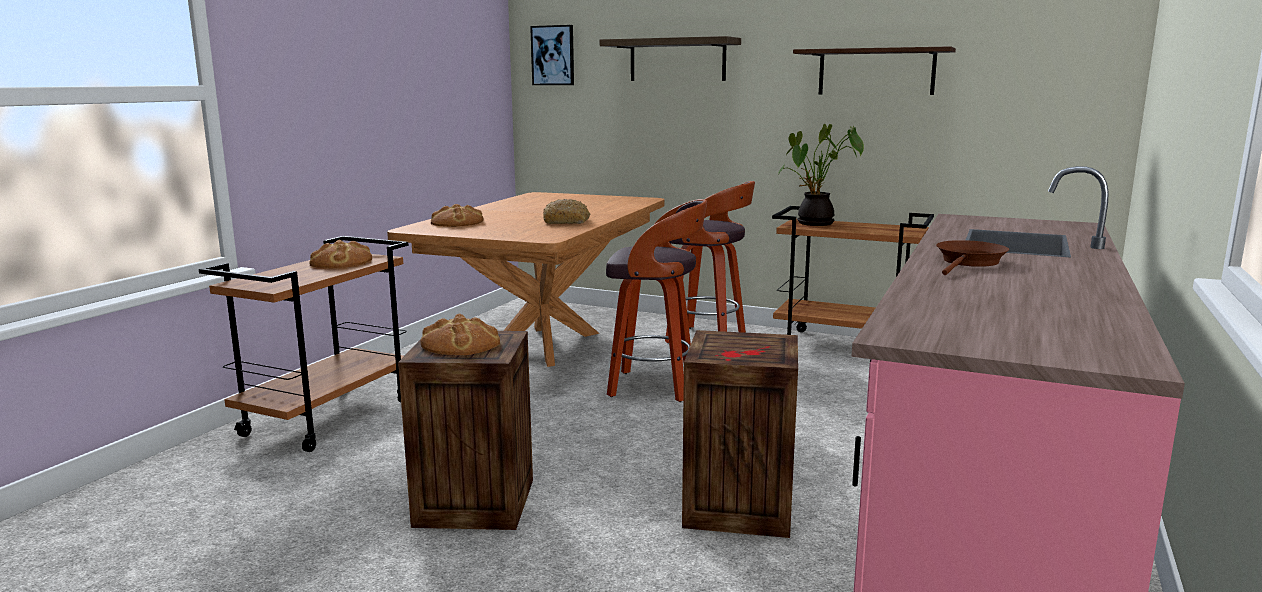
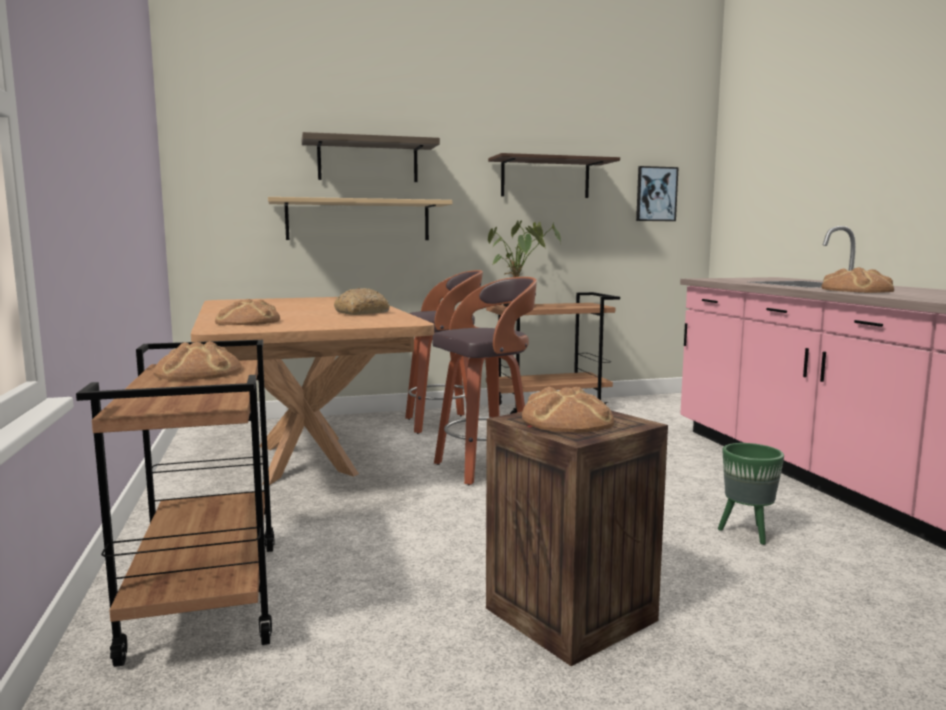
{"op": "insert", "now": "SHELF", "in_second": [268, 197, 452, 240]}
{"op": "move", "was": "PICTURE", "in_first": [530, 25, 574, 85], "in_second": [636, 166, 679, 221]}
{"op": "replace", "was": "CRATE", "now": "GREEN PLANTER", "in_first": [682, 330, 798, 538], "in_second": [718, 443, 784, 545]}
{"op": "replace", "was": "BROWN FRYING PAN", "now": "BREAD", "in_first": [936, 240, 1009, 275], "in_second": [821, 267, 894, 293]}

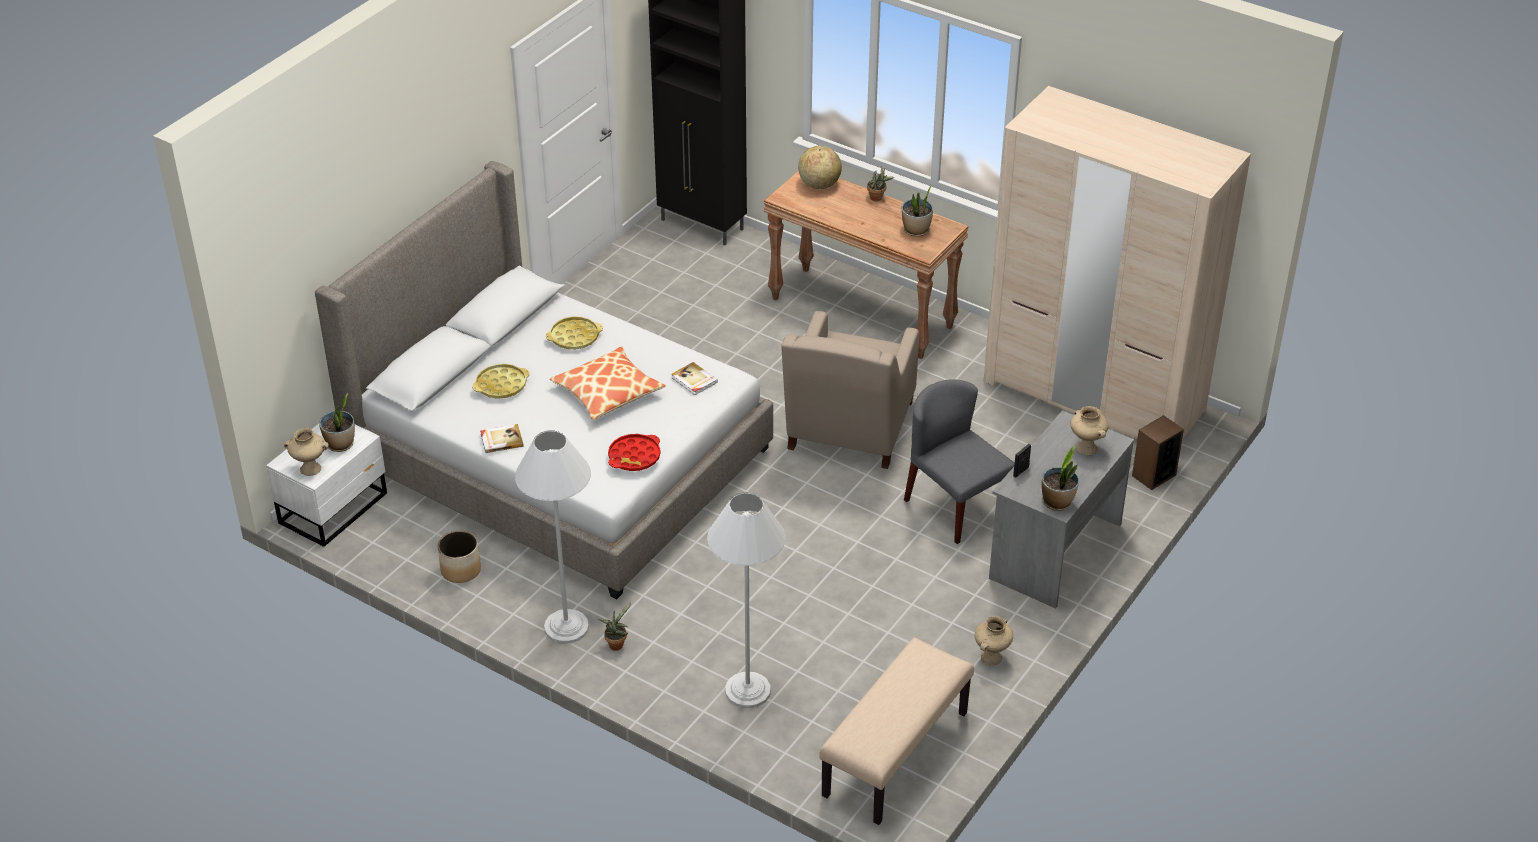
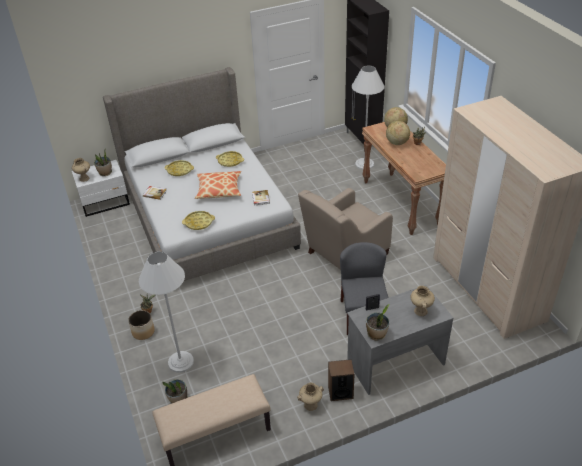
{"op": "insert", "now": "GLOBE", "in_second": [386, 121, 410, 145]}
{"op": "move", "was": "PLANTER", "in_first": [438, 531, 481, 583], "in_second": [128, 310, 155, 340]}
{"op": "move", "was": "WHITE FLOOR LAMP", "in_first": [515, 430, 591, 644], "in_second": [352, 66, 384, 170]}
{"op": "move", "was": "POTTED PLANT", "in_first": [902, 185, 933, 237], "in_second": [162, 379, 187, 403]}
{"op": "move", "was": "SPEAKER", "in_first": [1132, 415, 1184, 490], "in_second": [328, 359, 355, 401]}
{"op": "recolor", "was": "RED TRAY", "now": "YELLOW TRAY", "in_first": [608, 434, 661, 471], "in_second": [182, 211, 215, 230]}

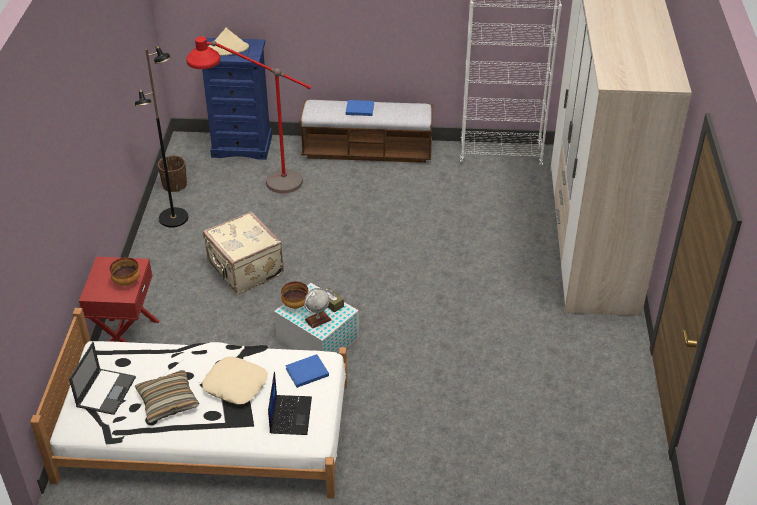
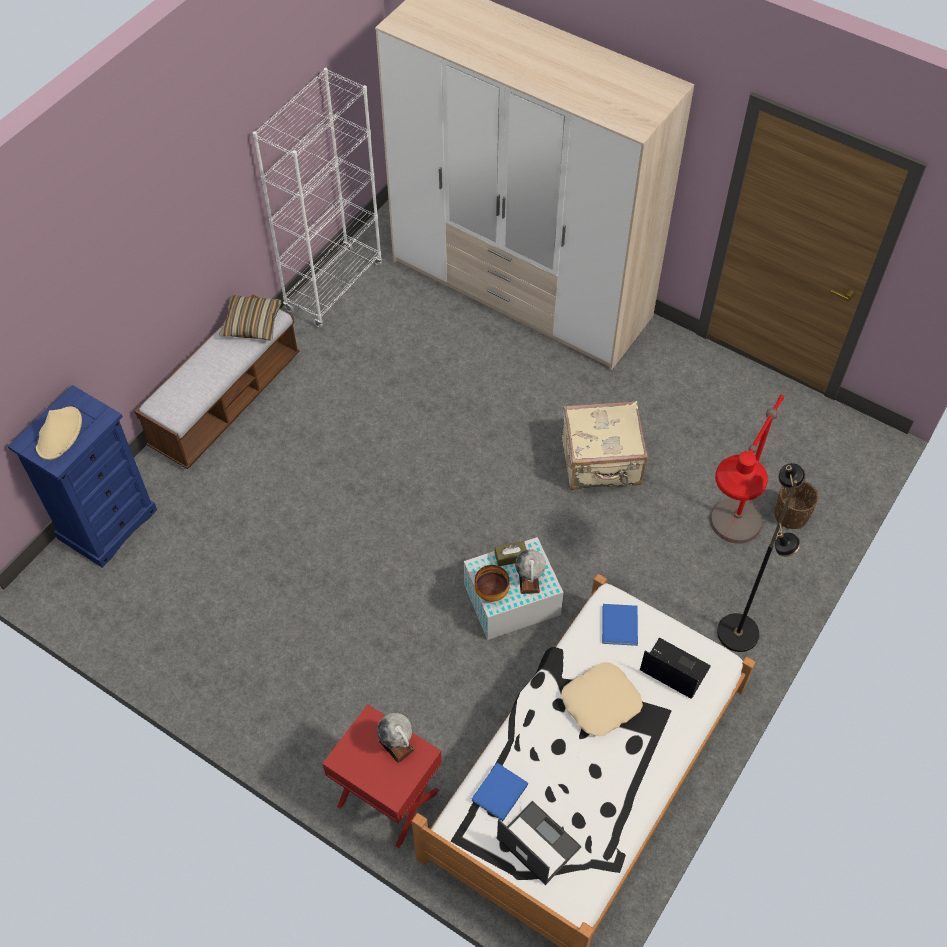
{"op": "move", "was": "BLACK FLOOR LAMP", "in_first": [135, 45, 188, 227], "in_second": [717, 463, 806, 652]}
{"op": "move", "was": "PILLOW", "in_first": [135, 370, 199, 423], "in_second": [220, 295, 281, 341]}
{"op": "move", "was": "BROWN PLANTER", "in_first": [158, 155, 187, 192], "in_second": [775, 481, 818, 529]}
{"op": "move", "was": "RED FLOOR LAMP", "in_first": [186, 36, 311, 193], "in_second": [710, 395, 784, 544]}
{"op": "move", "was": "BEIGE SUITCASE", "in_first": [203, 211, 284, 294], "in_second": [562, 401, 648, 490]}
{"op": "move", "was": "BLUE BOOK", "in_first": [346, 100, 374, 116], "in_second": [471, 763, 528, 821]}
{"op": "replace", "was": "BOWL", "now": "GLOBE", "in_first": [110, 257, 140, 286], "in_second": [377, 713, 415, 763]}

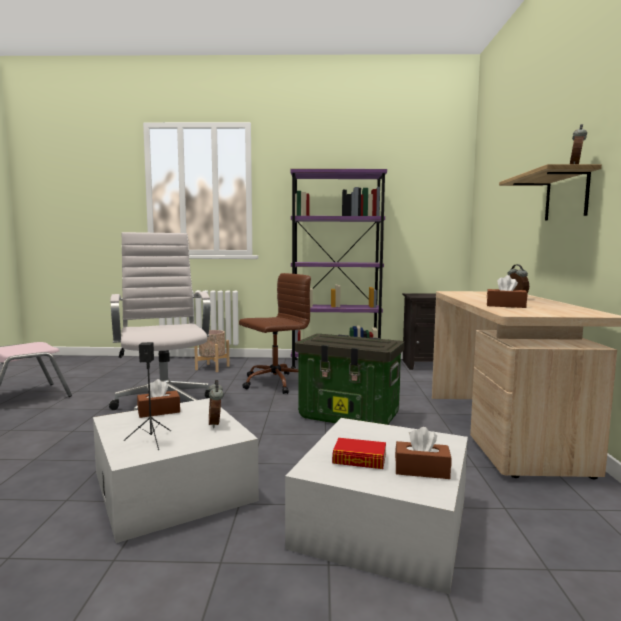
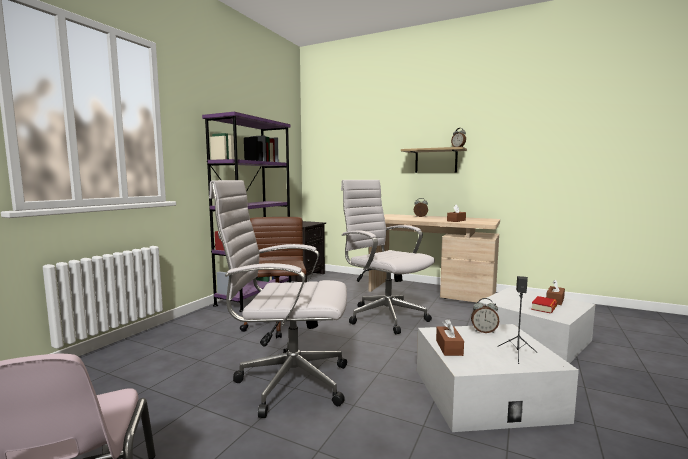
{"op": "delete", "was": "BEIGE PLANTER", "in_first": [194, 330, 230, 372]}
{"op": "replace", "was": "STORAGE BOX", "now": "WHITE OFFICE CHAIR", "in_first": [295, 334, 404, 425], "in_second": [341, 180, 435, 334]}

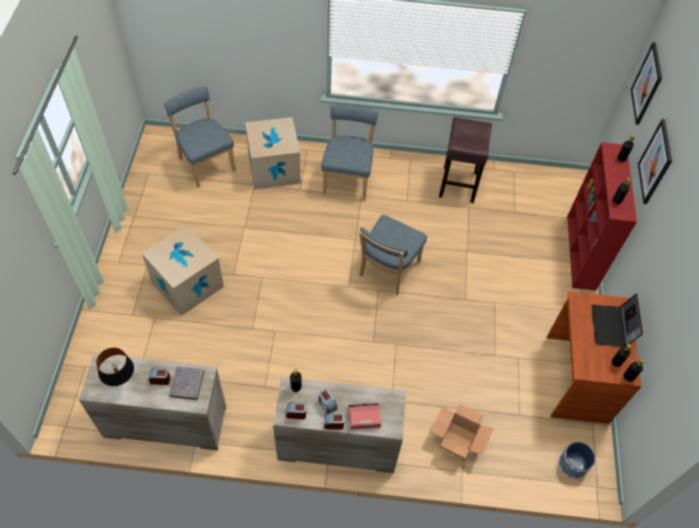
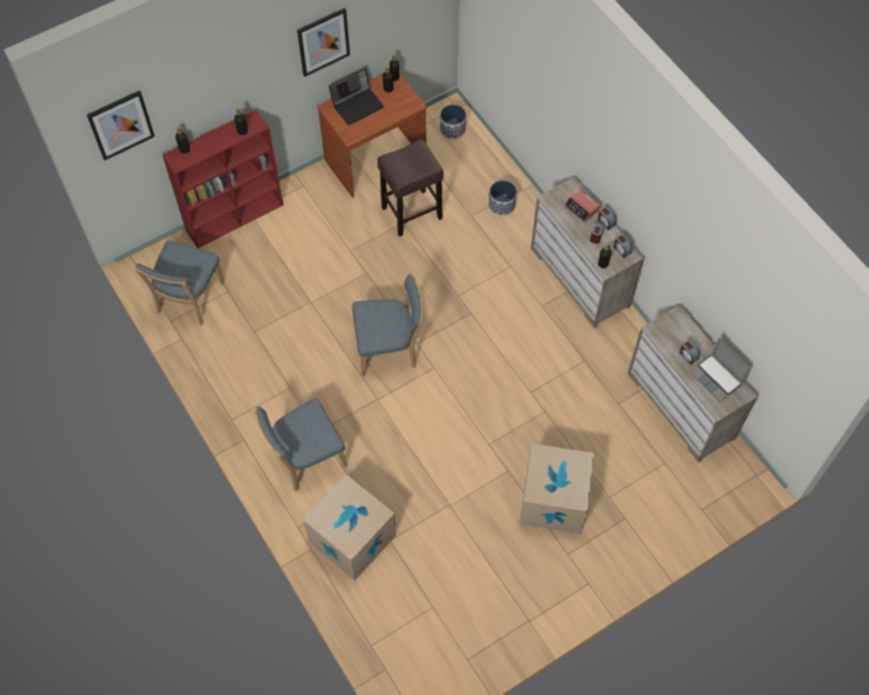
{"op": "delete", "was": "GREY BOOK", "in_first": [169, 366, 204, 400]}
{"op": "move", "was": "BLUE CHAIR", "in_first": [164, 86, 236, 188], "in_second": [135, 241, 225, 325]}
{"op": "move", "was": "BROWN STOOL", "in_first": [439, 117, 492, 203], "in_second": [377, 139, 444, 237]}
{"op": "move", "was": "PICTURE", "in_first": [638, 119, 672, 204], "in_second": [297, 8, 350, 77]}
{"op": "replace", "was": "BLACK TABLE LAMP", "now": "LAPTOP", "in_first": [96, 348, 134, 386], "in_second": [689, 338, 751, 402]}
{"op": "replace", "was": "CARDBOARD BOX", "now": "PLANTER", "in_first": [431, 404, 493, 459], "in_second": [489, 180, 517, 216]}

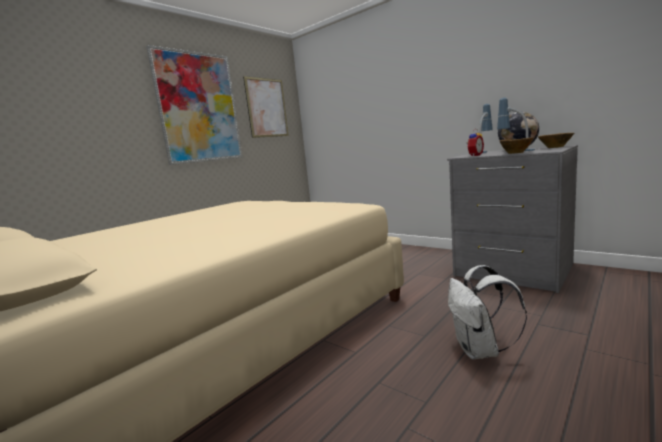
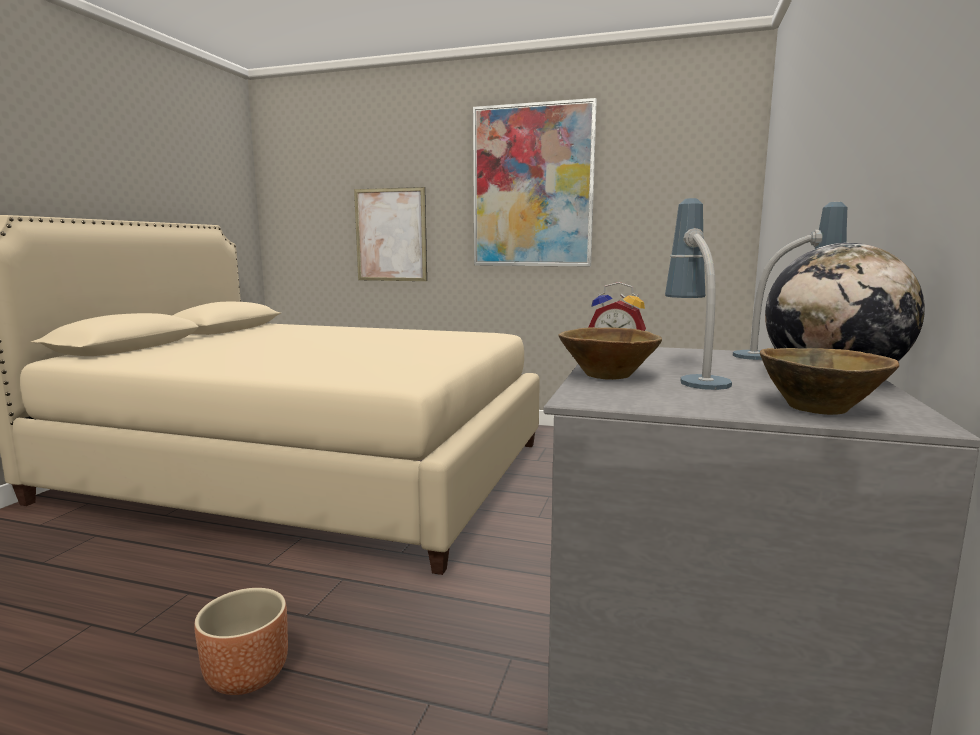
{"op": "move", "was": "PICTURE", "in_first": [243, 76, 289, 138], "in_second": [354, 187, 427, 281]}
{"op": "replace", "was": "WHITE BACKPACK", "now": "BROWN PLANTER", "in_first": [448, 265, 527, 360], "in_second": [194, 588, 288, 695]}

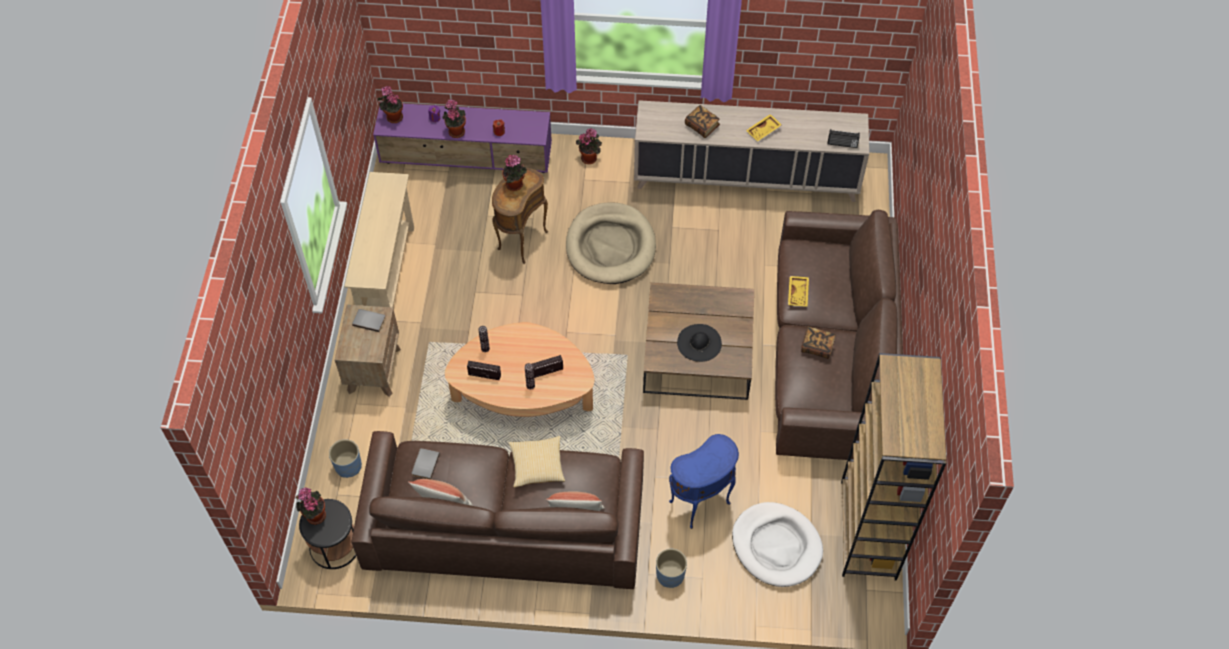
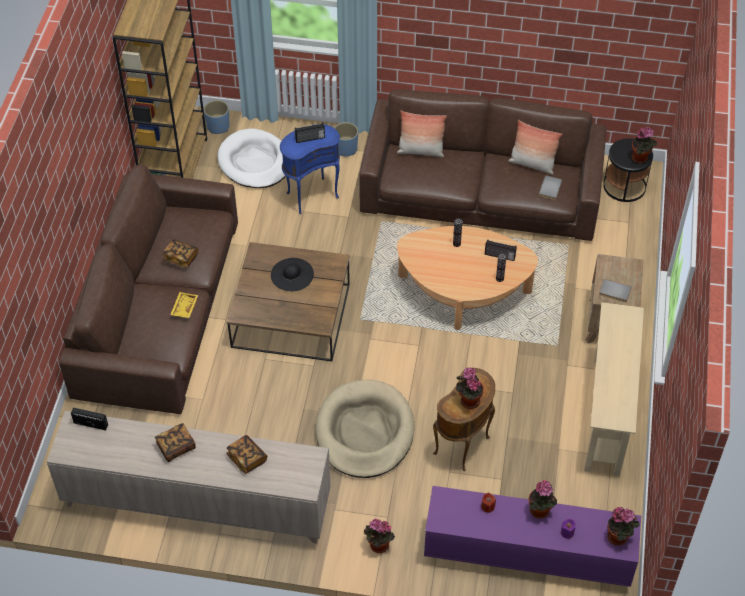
{"op": "delete", "was": "PILLOW", "in_first": [508, 436, 565, 488]}
{"op": "move", "was": "BLUE PLANTER", "in_first": [329, 439, 362, 478], "in_second": [204, 100, 230, 134]}
{"op": "move", "was": "RADIO", "in_first": [532, 355, 563, 378], "in_second": [295, 123, 325, 143]}
{"op": "replace", "was": "YELLOW TRAY", "now": "BOOK", "in_first": [746, 114, 781, 142], "in_second": [155, 423, 196, 462]}

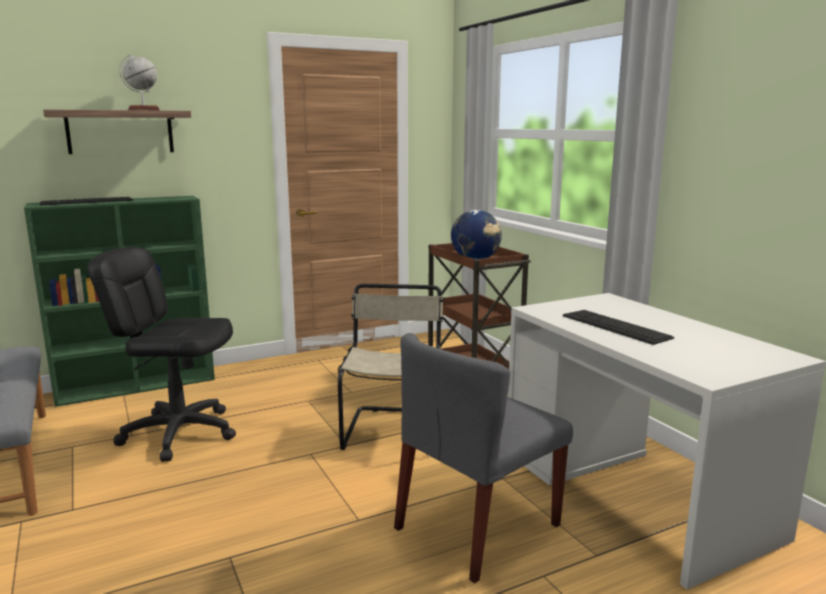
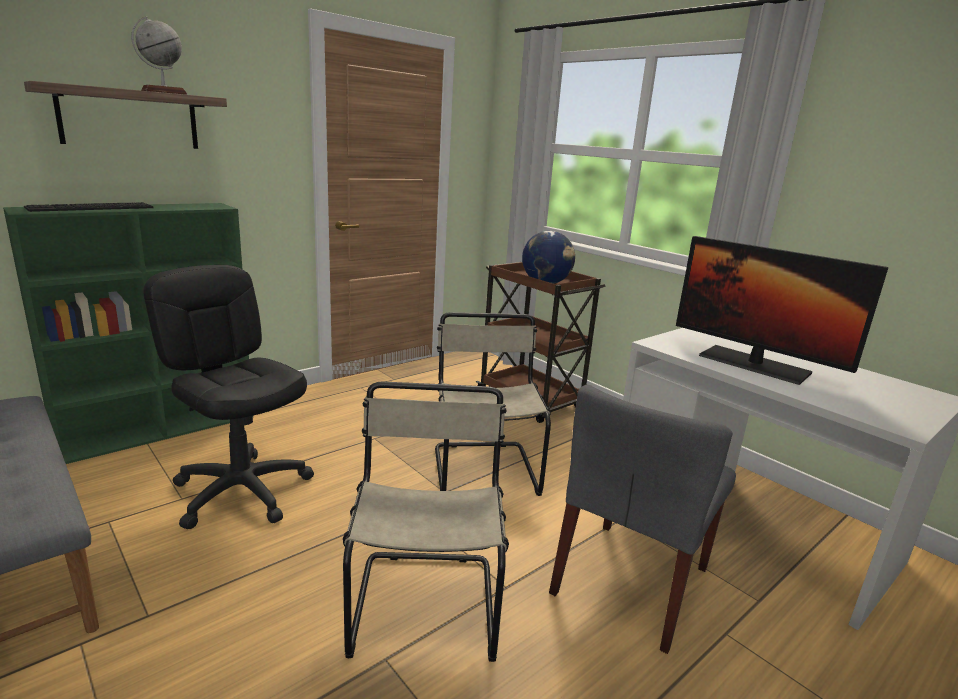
{"op": "insert", "now": "BEIGE CHAIR", "in_second": [343, 382, 509, 662]}
{"op": "replace", "was": "KEYBOARD", "now": "MONITOR", "in_first": [563, 310, 674, 345], "in_second": [676, 236, 888, 385]}
{"op": "rotate", "was": "BLACK OFFICE CHAIR", "in_first": [88, 247, 236, 462], "in_second": [143, 265, 314, 529], "clockwise": 45}

